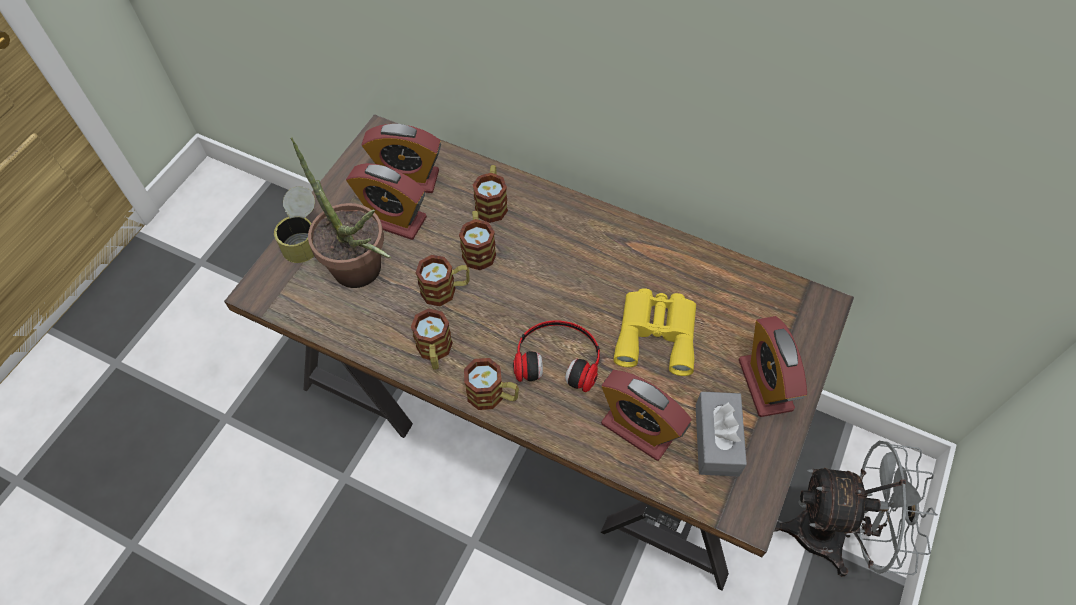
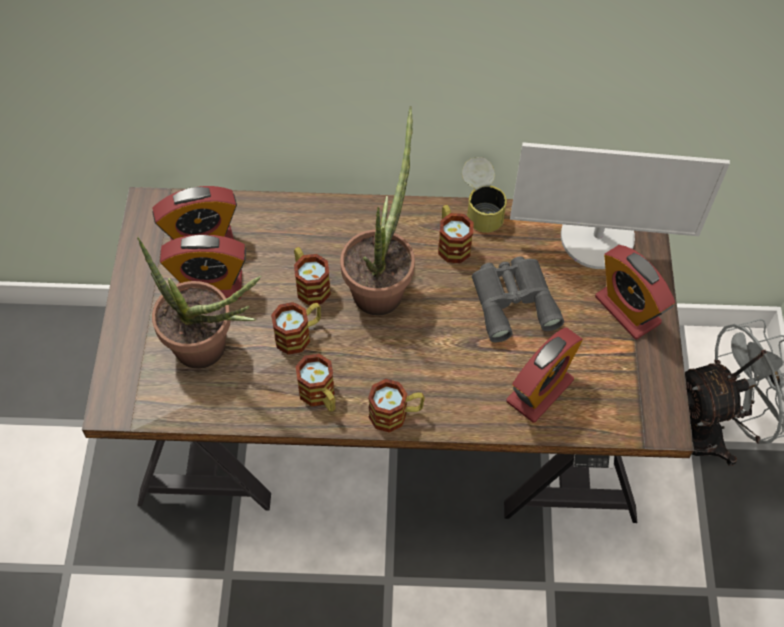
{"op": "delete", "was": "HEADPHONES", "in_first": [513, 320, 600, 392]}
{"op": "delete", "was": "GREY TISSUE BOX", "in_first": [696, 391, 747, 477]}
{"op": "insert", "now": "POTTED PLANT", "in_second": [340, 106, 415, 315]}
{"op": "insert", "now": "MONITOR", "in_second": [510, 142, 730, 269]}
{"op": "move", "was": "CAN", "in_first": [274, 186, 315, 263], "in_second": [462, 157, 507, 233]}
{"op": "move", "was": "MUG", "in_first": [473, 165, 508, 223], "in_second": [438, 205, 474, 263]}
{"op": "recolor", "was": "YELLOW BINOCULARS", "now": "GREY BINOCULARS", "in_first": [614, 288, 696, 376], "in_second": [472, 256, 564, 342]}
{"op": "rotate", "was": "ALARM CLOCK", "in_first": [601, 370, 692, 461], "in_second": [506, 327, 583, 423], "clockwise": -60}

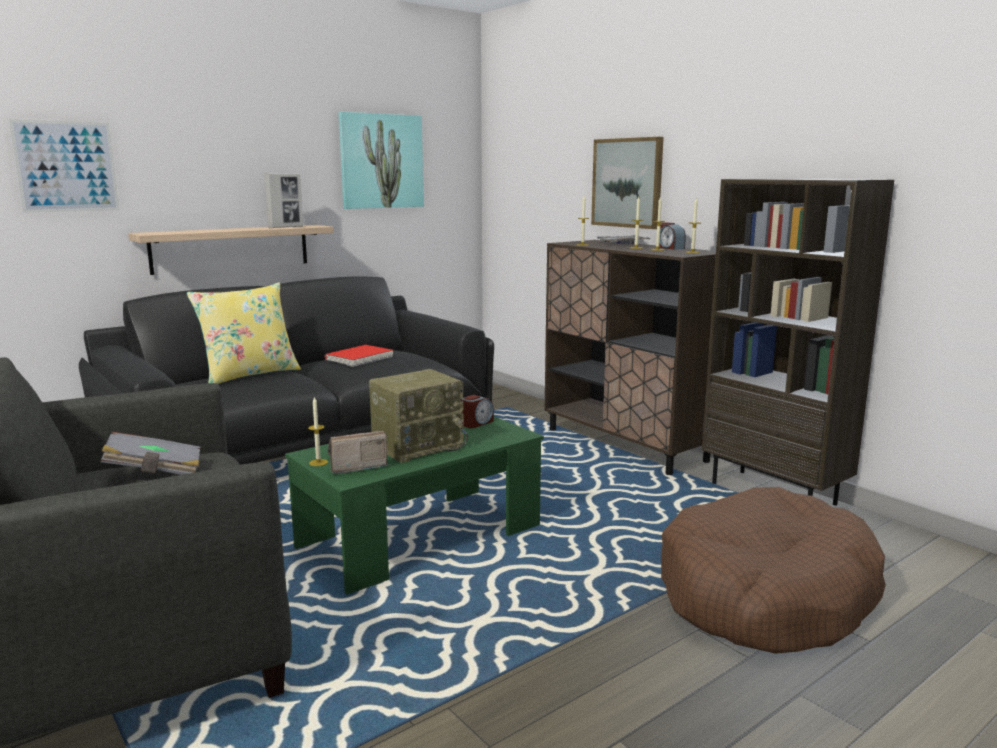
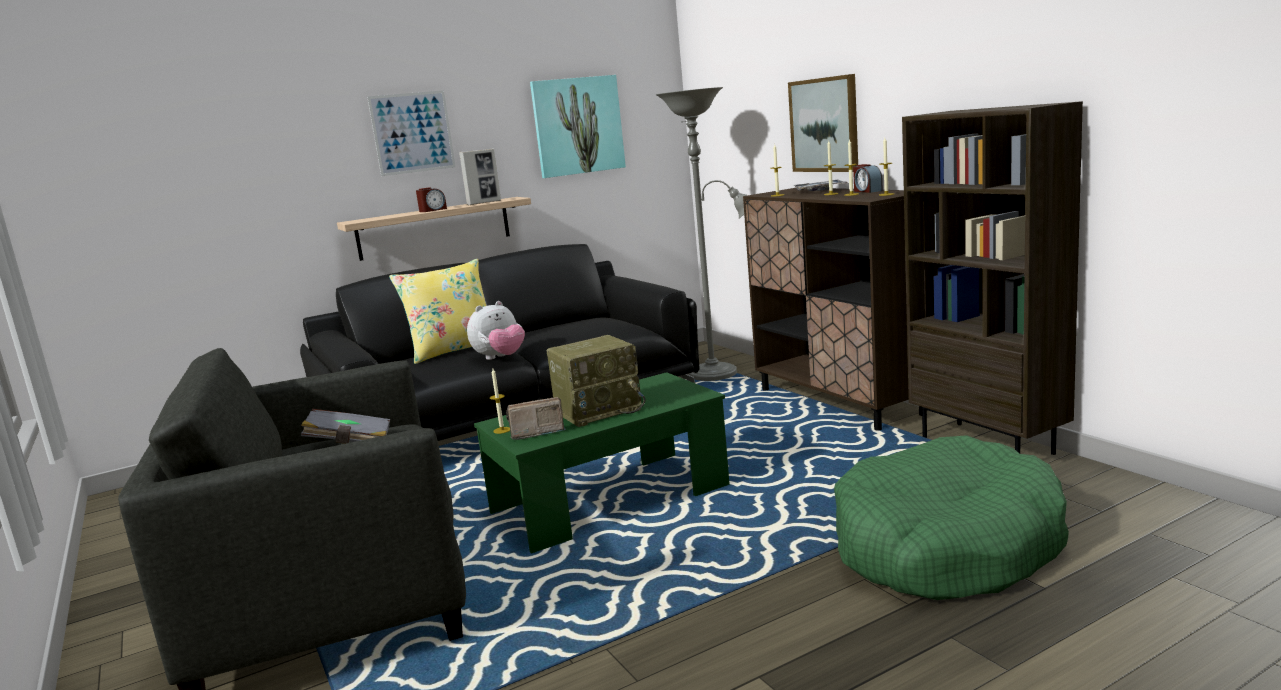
{"op": "delete", "was": "RED BOOK", "in_first": [325, 345, 393, 367]}
{"op": "insert", "now": "PLUSH TOY", "in_second": [467, 301, 525, 360]}
{"op": "insert", "now": "GREY FLOOR LAMP", "in_second": [656, 87, 748, 381]}
{"op": "move", "was": "PICTURE", "in_first": [9, 119, 120, 213], "in_second": [367, 90, 456, 176]}
{"op": "move", "was": "ALARM CLOCK", "in_first": [461, 395, 494, 428], "in_second": [416, 188, 447, 212]}
{"op": "recolor", "was": "BROWN DOG BED", "now": "GREEN DOG BED", "in_first": [661, 487, 886, 654], "in_second": [834, 435, 1069, 600]}

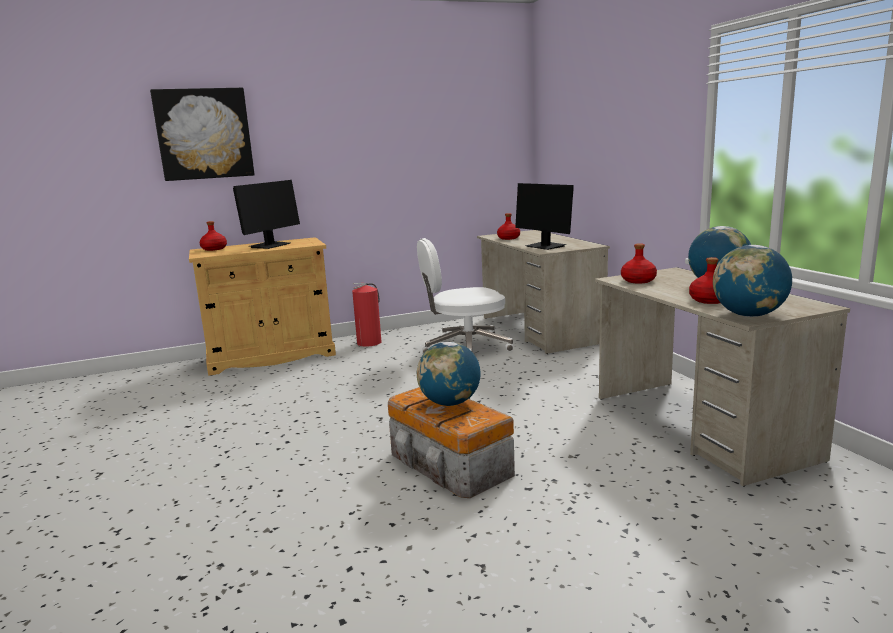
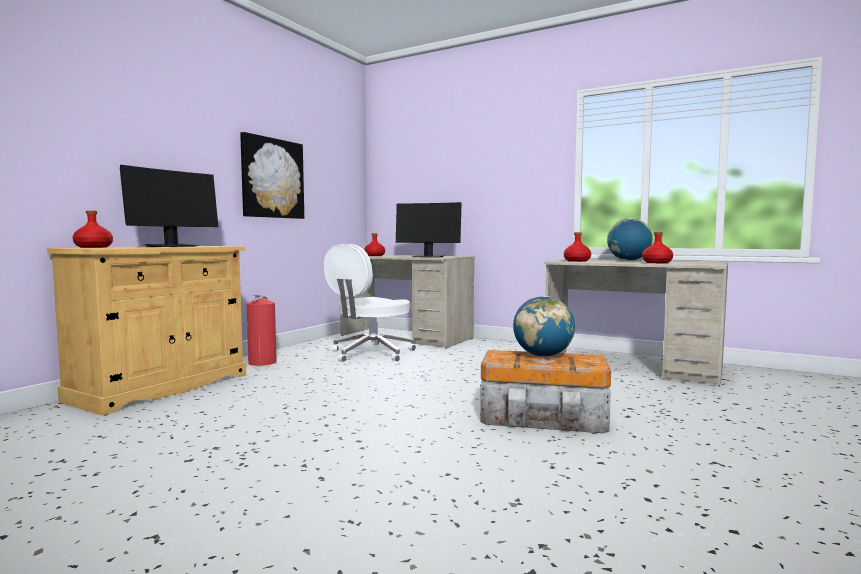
{"op": "delete", "was": "GLOBE", "in_first": [713, 245, 792, 317]}
{"op": "move", "was": "PICTURE", "in_first": [150, 88, 255, 181], "in_second": [240, 132, 304, 219]}
{"op": "rotate", "was": "MONITOR", "in_first": [233, 180, 300, 249], "in_second": [120, 165, 218, 247], "clockwise": 45}

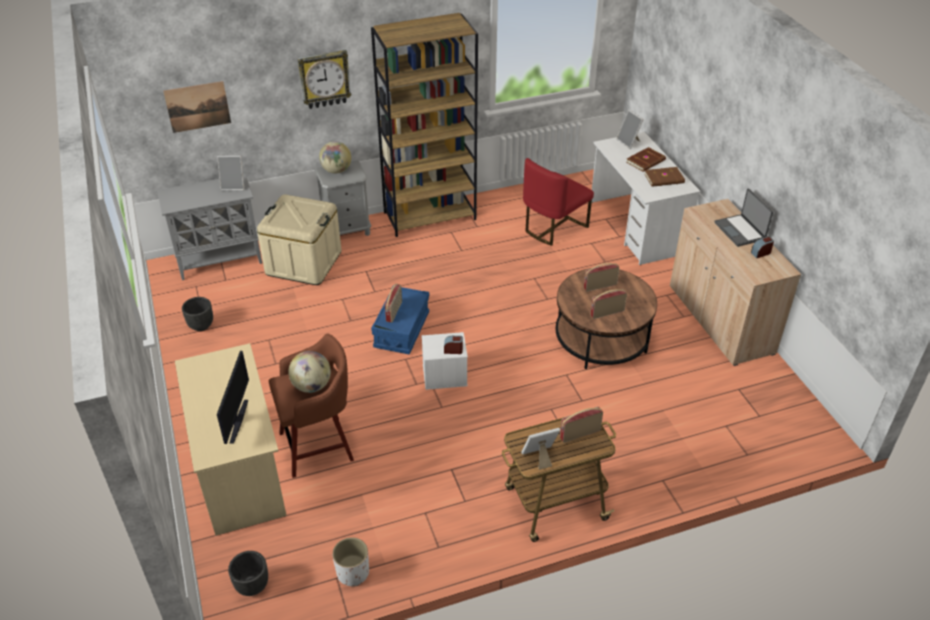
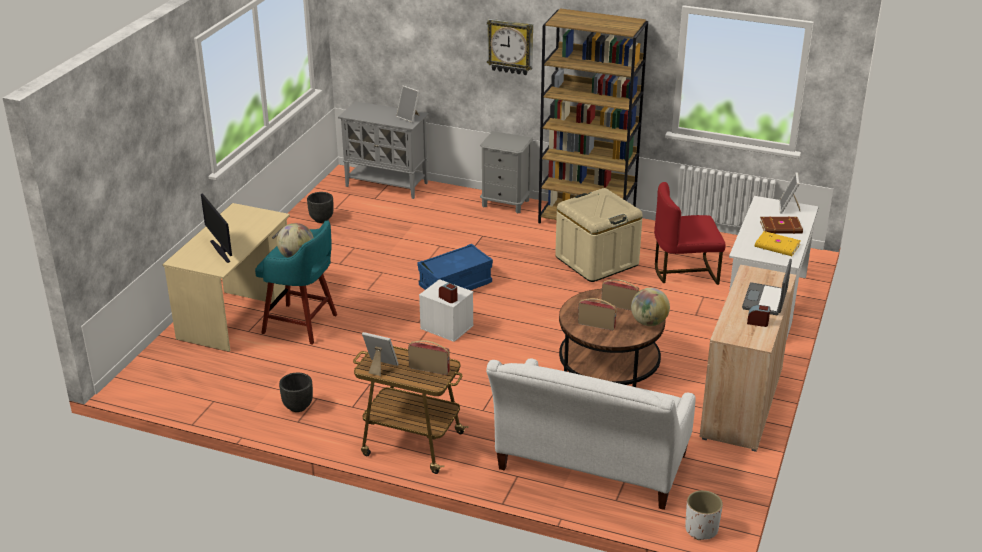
{"op": "delete", "was": "PICTURE", "in_first": [163, 81, 231, 133]}
{"op": "delete", "was": "RADIO", "in_first": [385, 284, 402, 322]}
{"op": "insert", "now": "WHITE SOFA", "in_second": [486, 359, 696, 510]}
{"op": "move", "was": "BLACK PLANTER", "in_first": [228, 551, 268, 596], "in_second": [279, 373, 313, 412]}
{"op": "move", "was": "BEIGE STORAGE BOX", "in_first": [257, 194, 342, 285], "in_second": [555, 188, 643, 282]}
{"op": "move", "was": "GLOBE", "in_first": [319, 141, 351, 174], "in_second": [631, 288, 670, 326]}
{"op": "move", "was": "WHITE PLANTER", "in_first": [332, 537, 369, 586], "in_second": [685, 490, 723, 540]}
{"op": "recolor", "was": "BROWN STOOL", "now": "TURQUOISE STOOL", "in_first": [269, 333, 354, 478], "in_second": [255, 220, 337, 345]}
{"op": "recolor", "was": "BROWN BOOK", "now": "YELLOW BOOK", "in_first": [645, 167, 685, 187], "in_second": [755, 231, 801, 256]}
{"op": "rotate", "was": "MONITOR", "in_first": [217, 351, 249, 444], "in_second": [201, 194, 232, 263], "clockwise": 105}

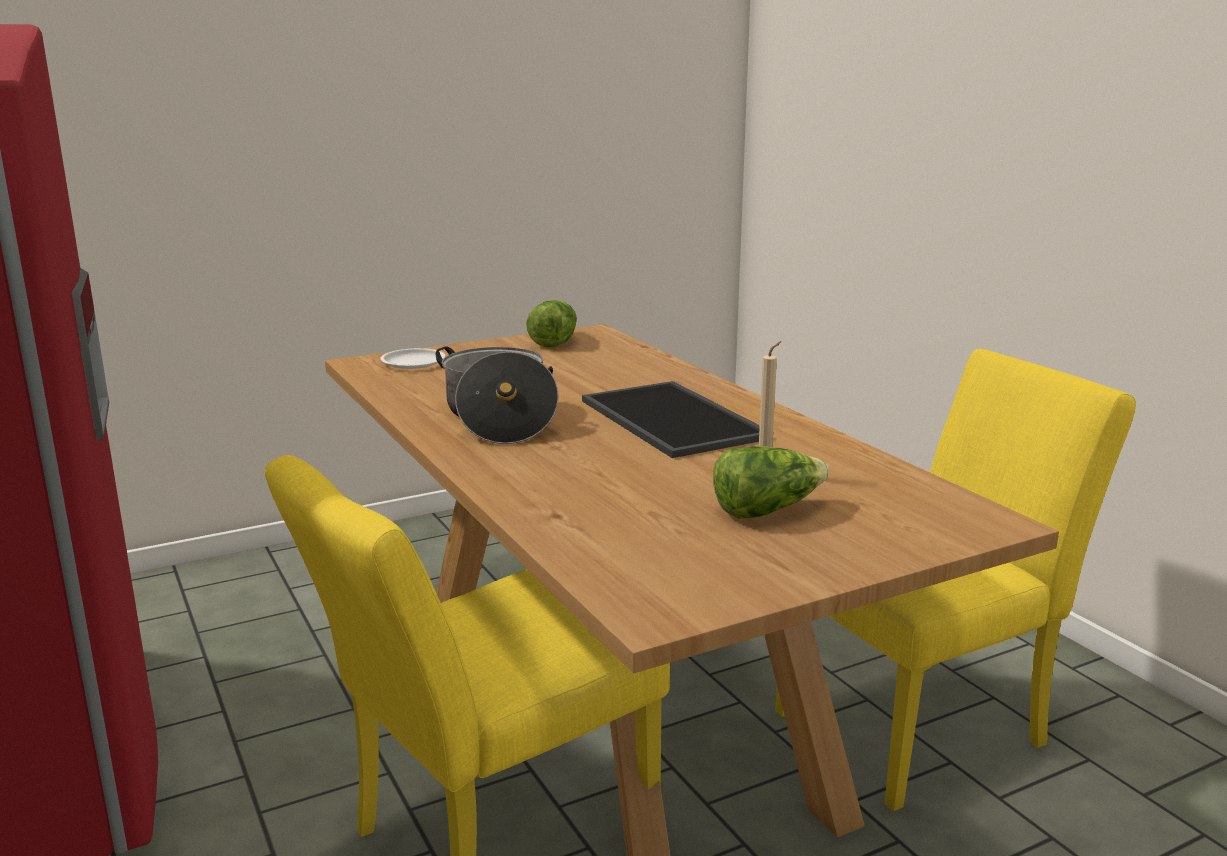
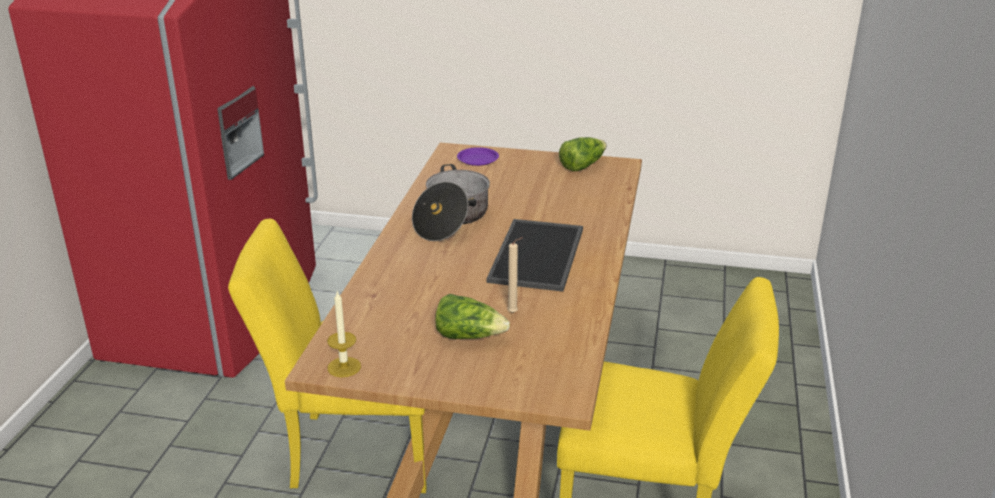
{"op": "insert", "now": "CANDLE", "in_second": [327, 292, 361, 377]}
{"op": "recolor", "was": "WHITE PLATE", "now": "PURPLE PLATE", "in_first": [380, 348, 445, 369], "in_second": [457, 147, 499, 166]}

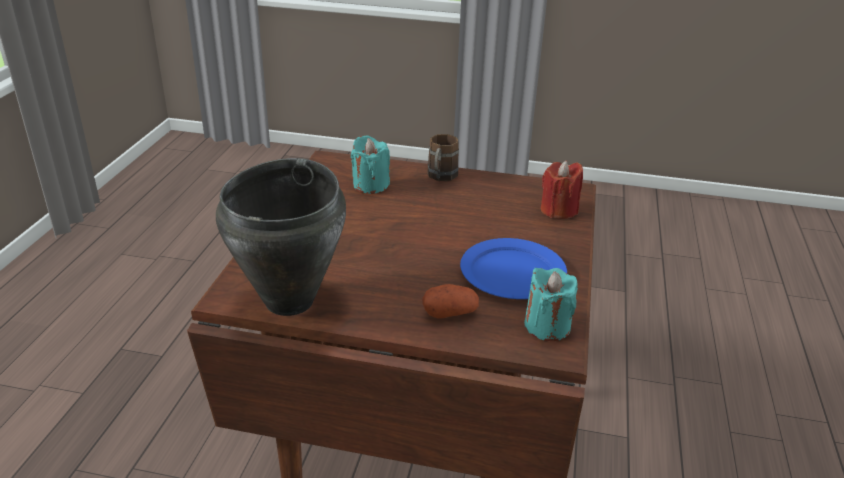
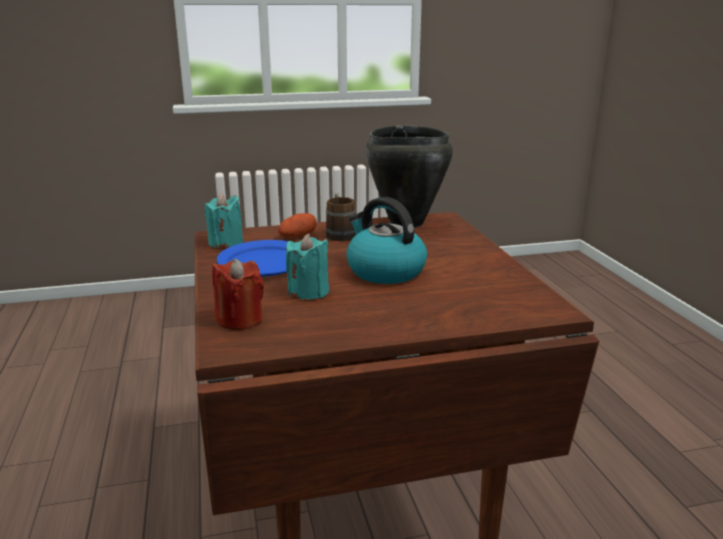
{"op": "insert", "now": "KETTLE", "in_second": [346, 197, 427, 284]}
{"op": "move", "was": "TURQUOISE CANDLE", "in_first": [351, 135, 390, 194], "in_second": [286, 233, 329, 299]}
{"op": "move", "was": "BROWN MUG", "in_first": [427, 134, 459, 181], "in_second": [326, 193, 356, 241]}

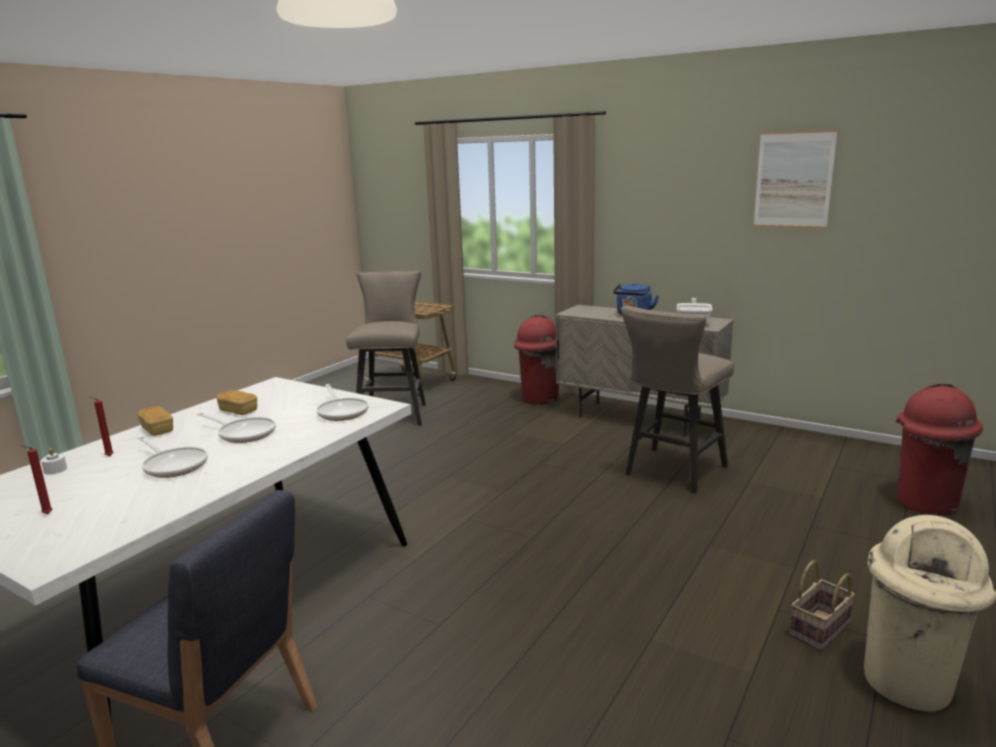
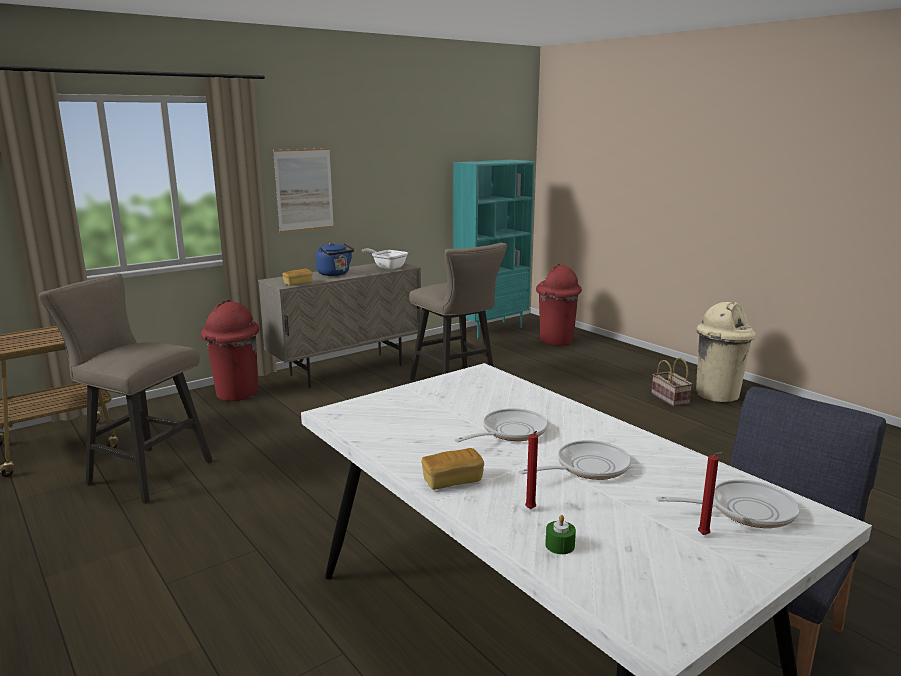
{"op": "insert", "now": "TURQUOISE BOOKCASE", "in_second": [453, 160, 534, 338]}
{"op": "move", "was": "BREAD", "in_first": [217, 390, 257, 415], "in_second": [282, 269, 312, 286]}
{"op": "move", "was": "FRYING PAN", "in_first": [316, 384, 369, 421], "in_second": [656, 480, 799, 528]}
{"op": "move", "was": "PICTURE", "in_first": [753, 130, 837, 229], "in_second": [273, 148, 334, 233]}
{"op": "recolor", "was": "WHITE CANDLE", "now": "GREEN CANDLE", "in_first": [41, 448, 67, 475], "in_second": [545, 515, 576, 554]}

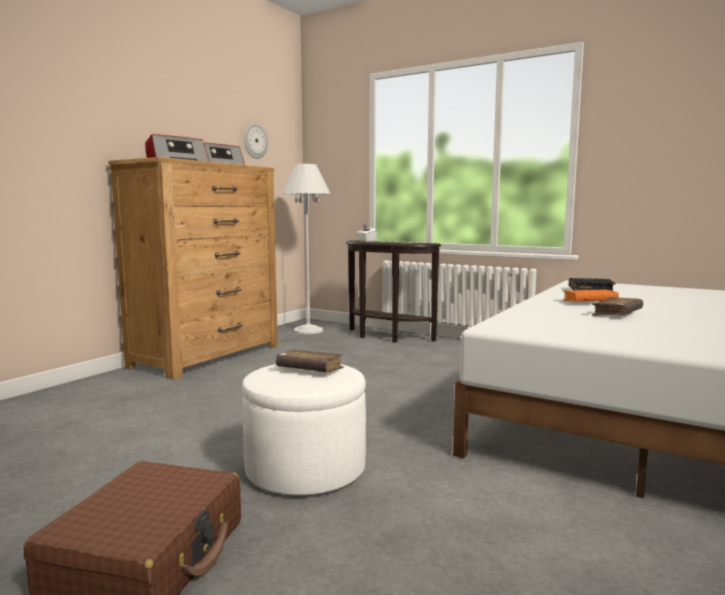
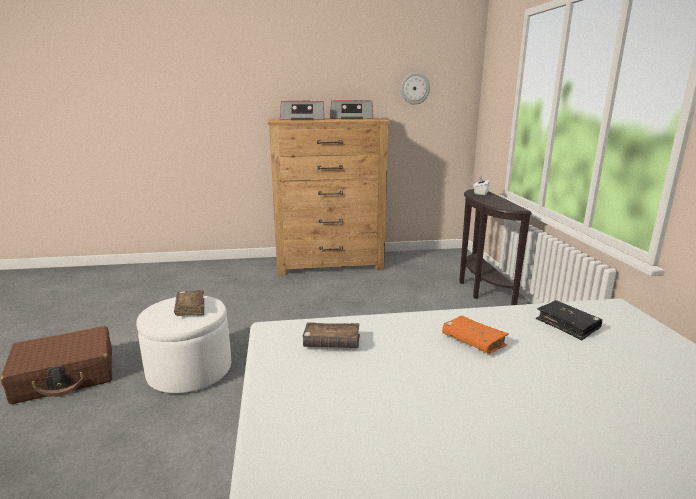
{"op": "delete", "was": "WHITE FLOOR LAMP", "in_first": [282, 164, 331, 334]}
{"op": "move", "was": "BROWN BOOK", "in_first": [592, 297, 643, 316], "in_second": [302, 322, 360, 348]}

